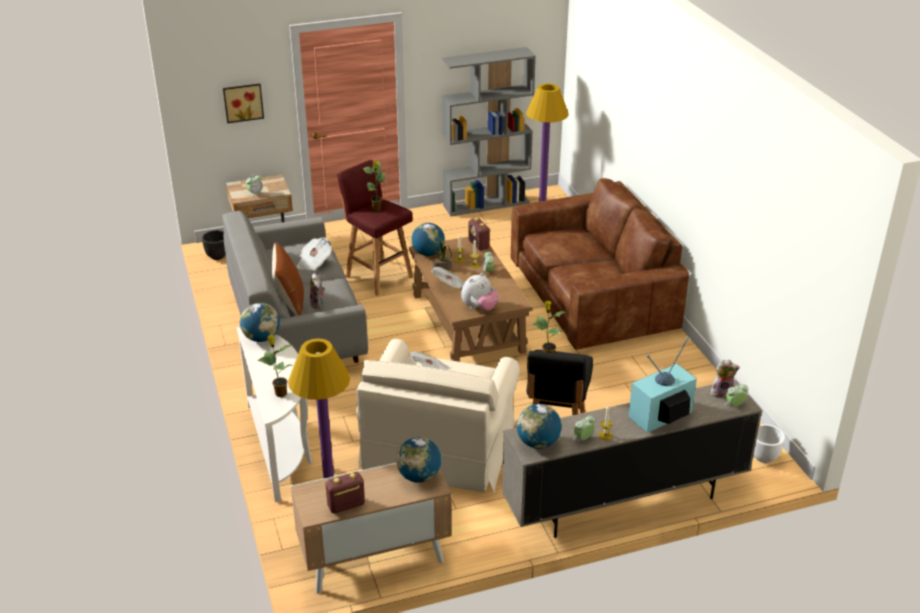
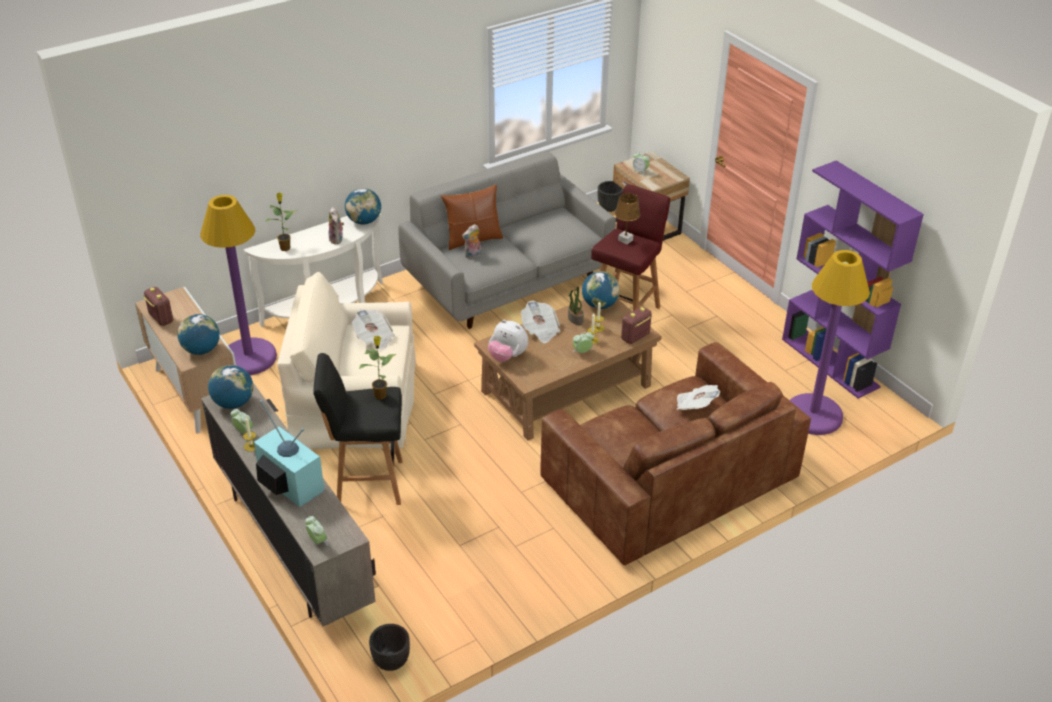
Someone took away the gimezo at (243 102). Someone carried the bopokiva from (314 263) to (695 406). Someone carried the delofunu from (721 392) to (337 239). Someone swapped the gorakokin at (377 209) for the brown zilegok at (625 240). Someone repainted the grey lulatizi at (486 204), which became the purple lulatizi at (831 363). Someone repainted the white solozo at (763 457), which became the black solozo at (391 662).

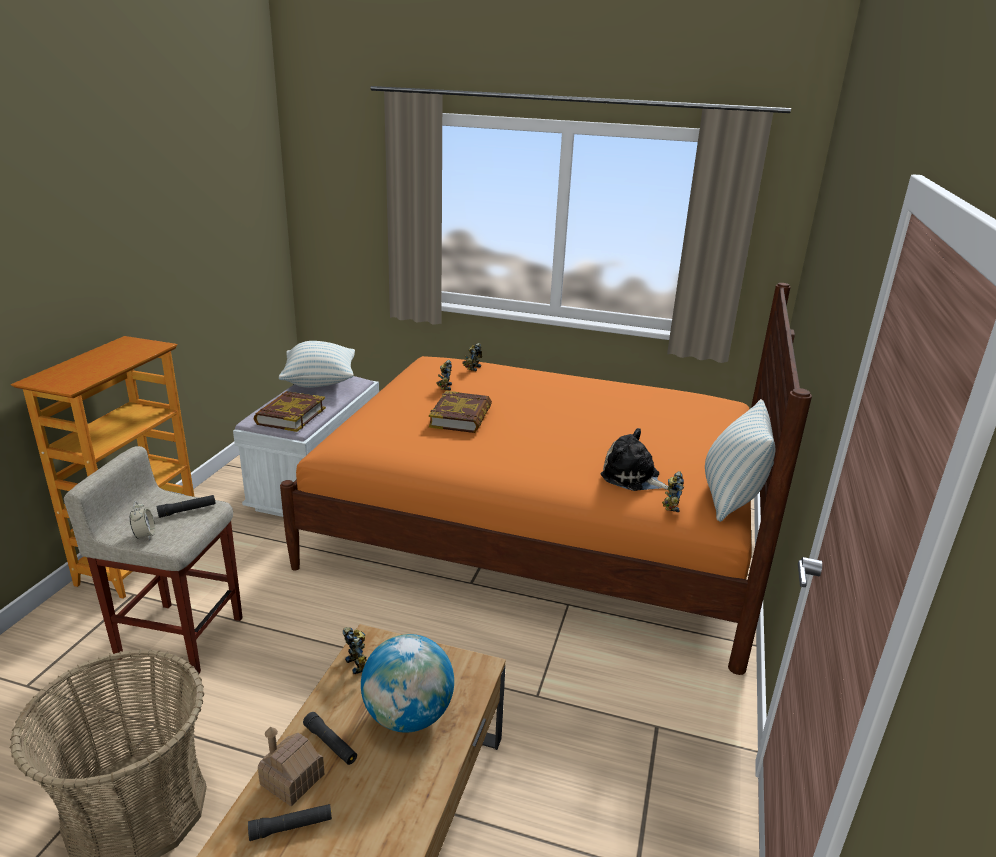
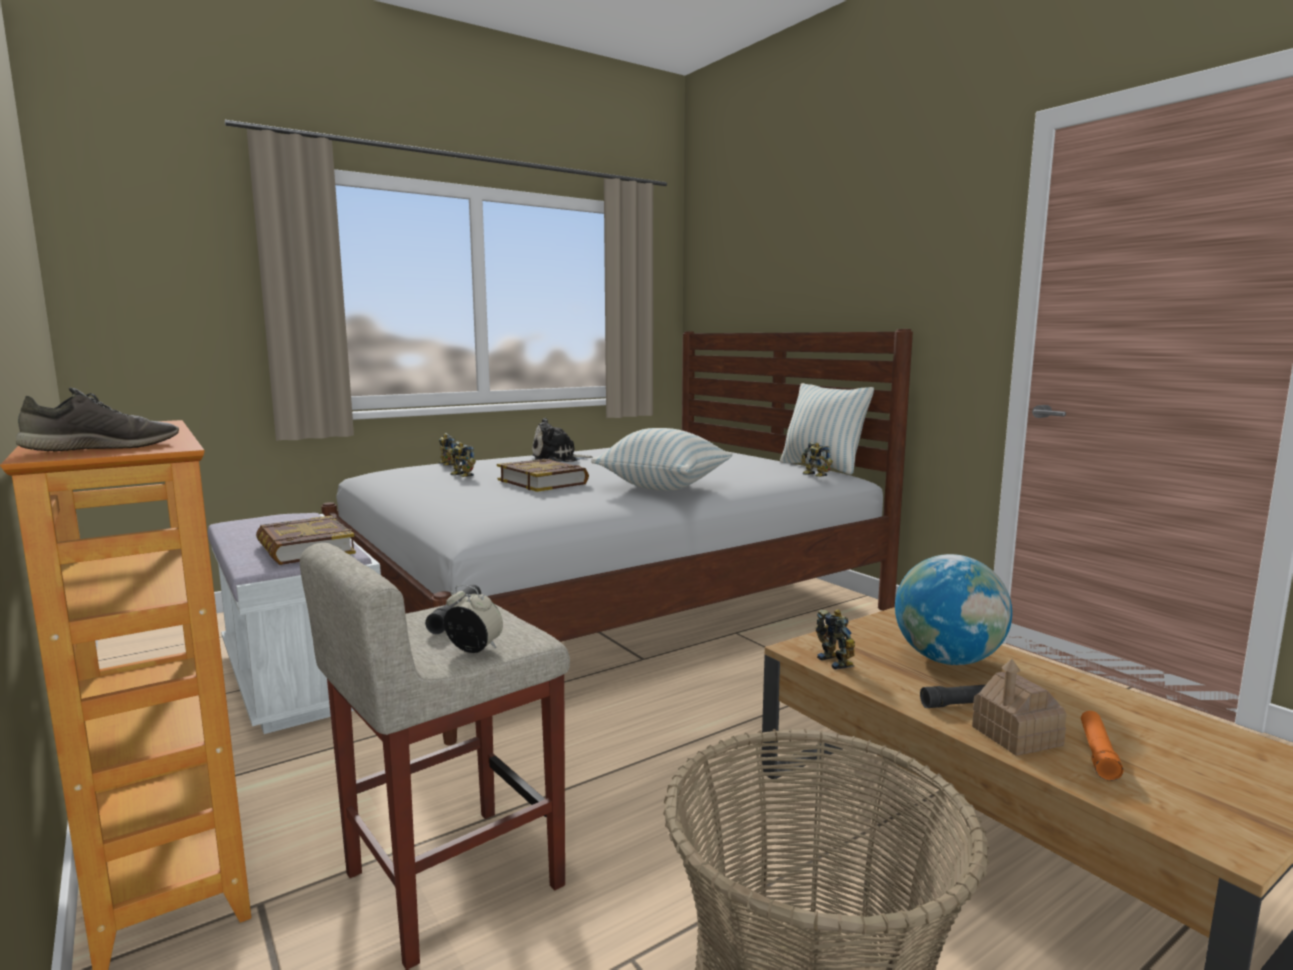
Someone put down the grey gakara at (103 448). Someone carried the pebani from (320 382) to (663 487). Someone carried the delofunu from (633 478) to (557 459). Someone repainted the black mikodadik at (291 827), which became the orange mikodadik at (1098 752). Someone repainted the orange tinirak at (539 527), which became the white tinirak at (608 606). Someone rotated the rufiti at (359 663) by 60 degrees clockwise.

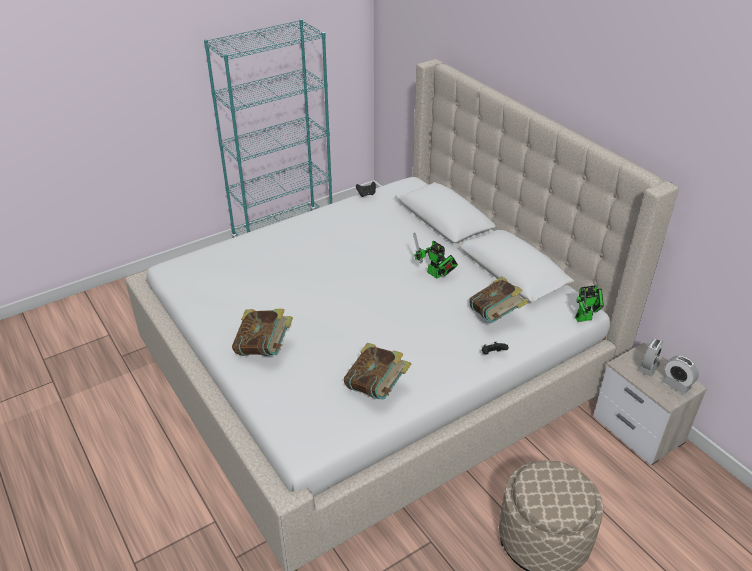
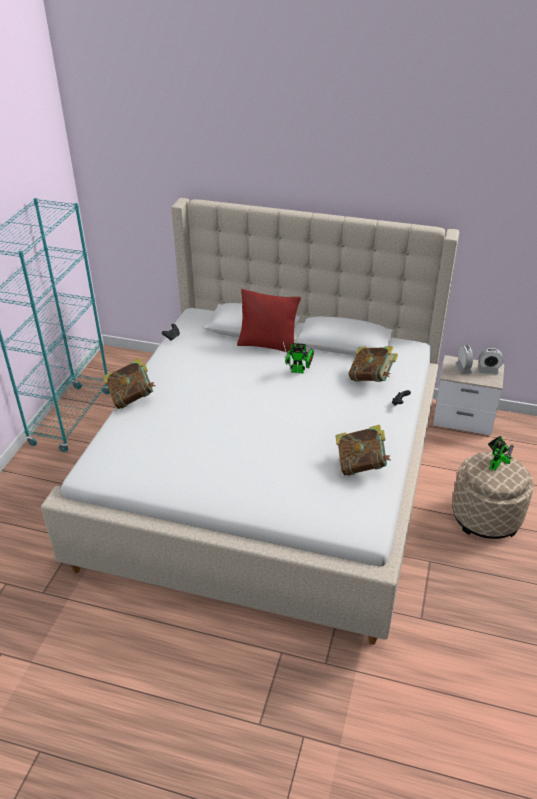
Someone put down the red pebani at (268 345). Someone carried the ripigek from (264 349) to (131 398). Someone carried the rufiti from (586 318) to (495 464).

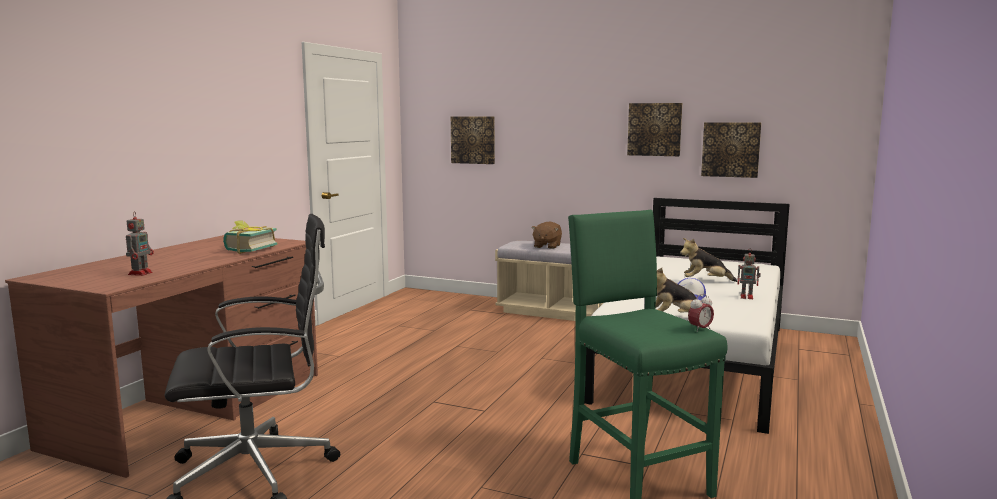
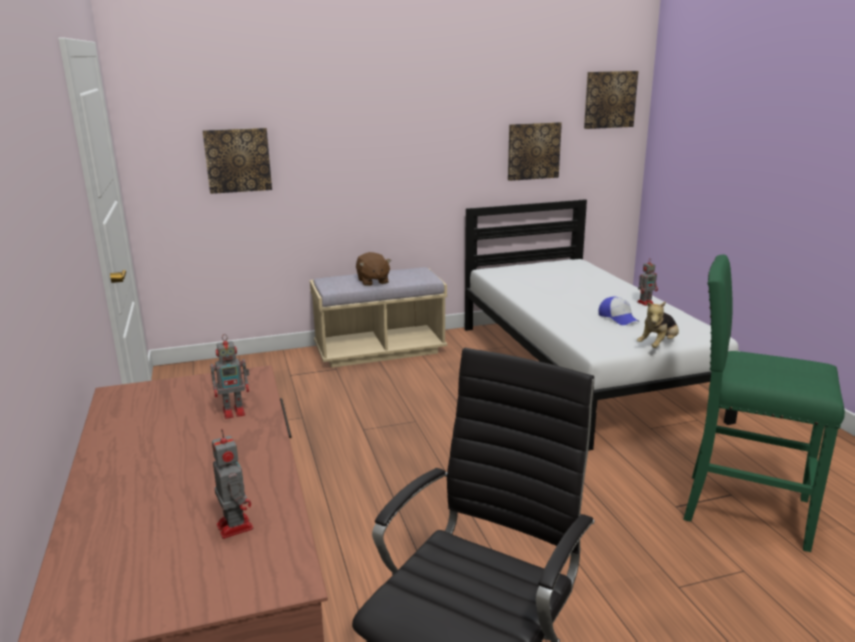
Someone took away the delofunu at (705 281). Someone took away the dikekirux at (700 329). Someone carried the gimezo from (654 129) to (609 99). Someone swapped the ripigek at (247 249) for the rufiti at (235 411).

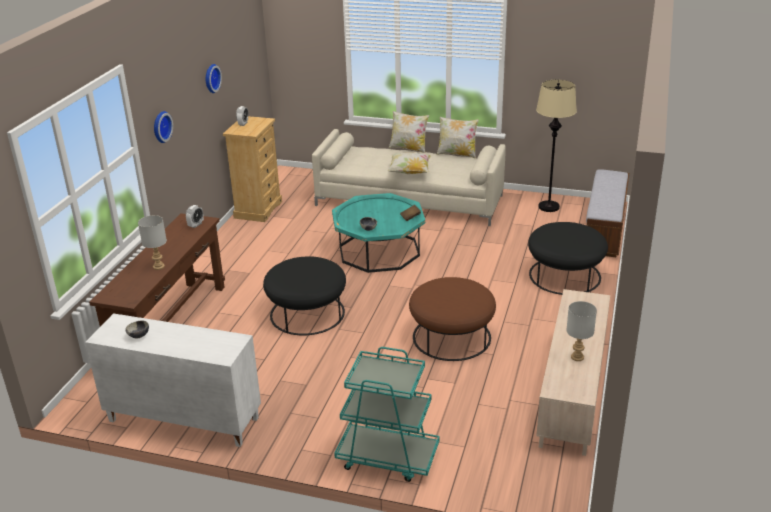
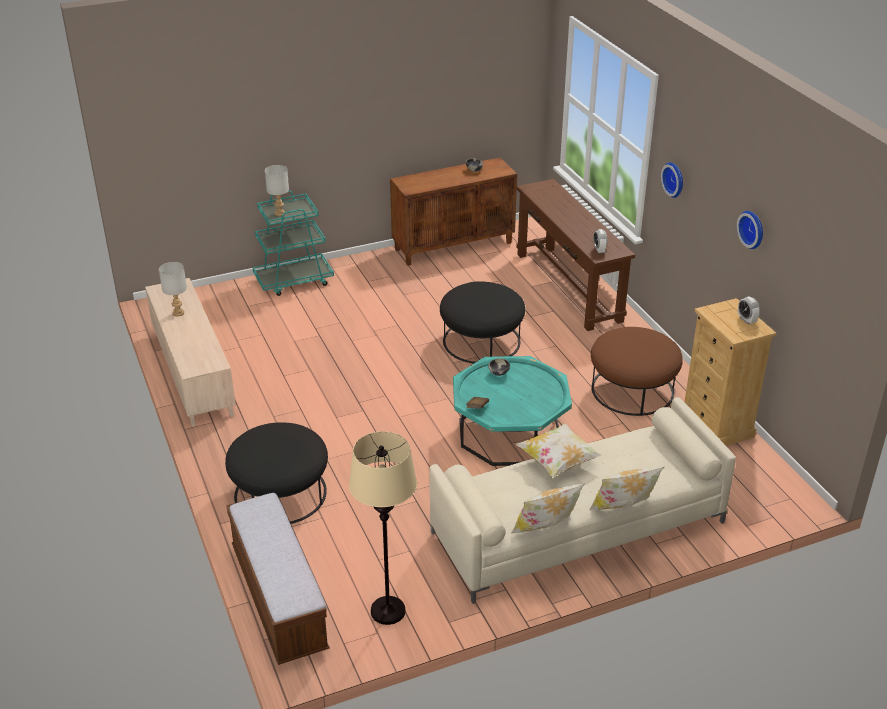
Someone carried the grey zilegok from (158 267) to (280 213). Someone carried the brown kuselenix from (451 337) to (632 390). Someone repainted the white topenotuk at (182 420), which became the brown topenotuk at (453 245).

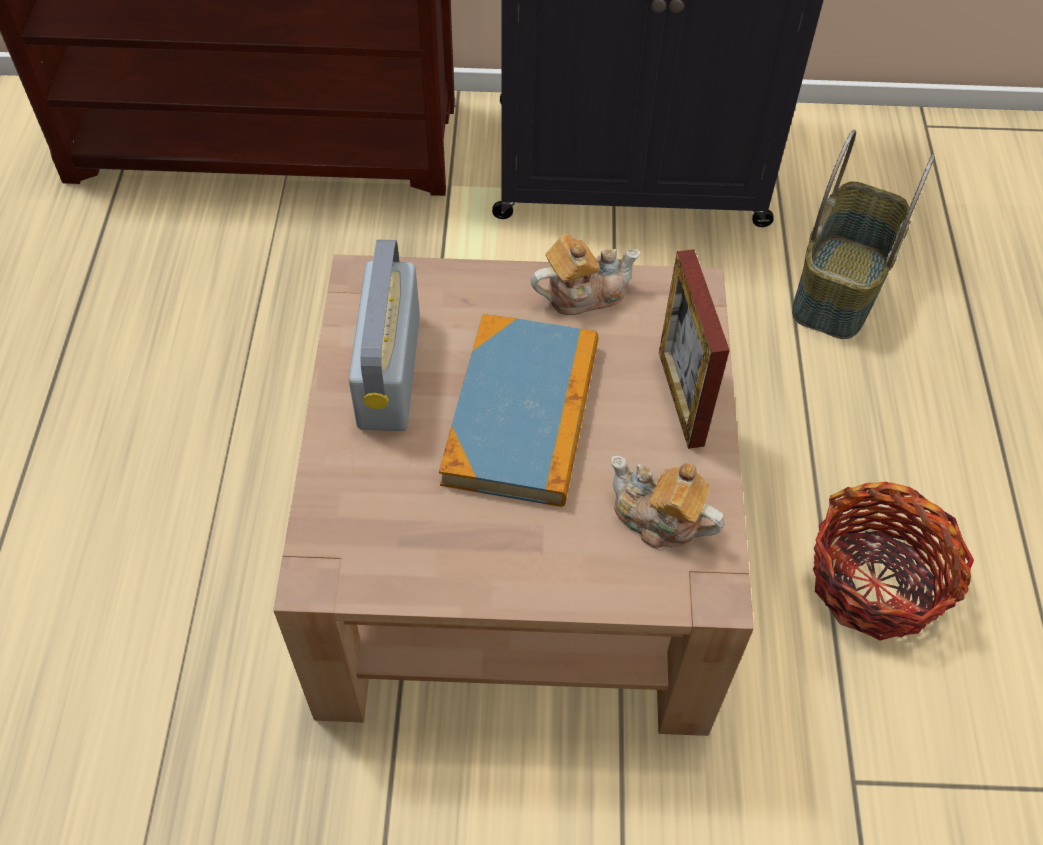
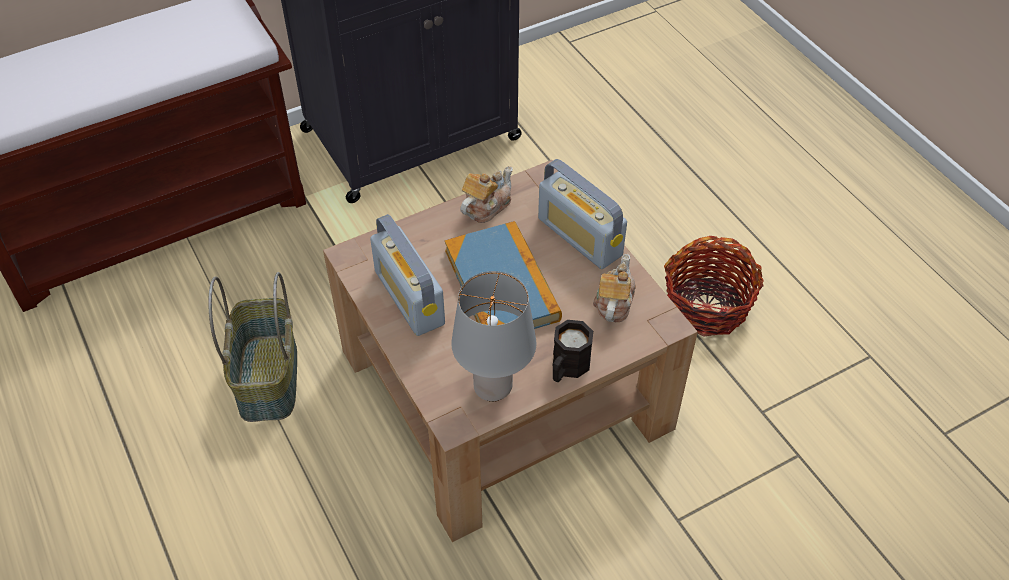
Someone put down the grey zilegok at (493 387). Someone put down the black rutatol at (567 368). Someone carried the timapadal from (841 289) to (270 379). Someone swapped the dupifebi at (680 398) for the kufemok at (580 237). Someone rotated the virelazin at (658 519) by 105 degrees clockwise.

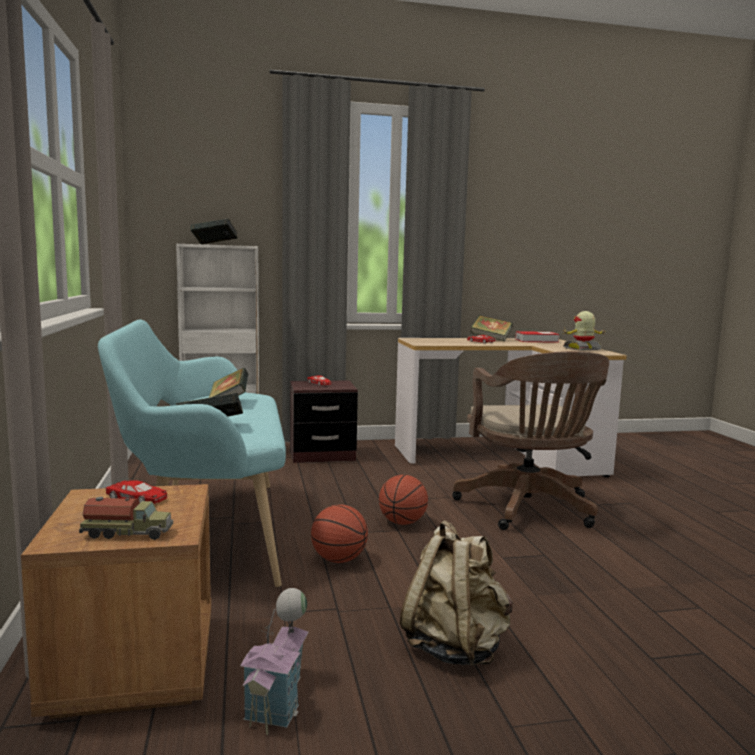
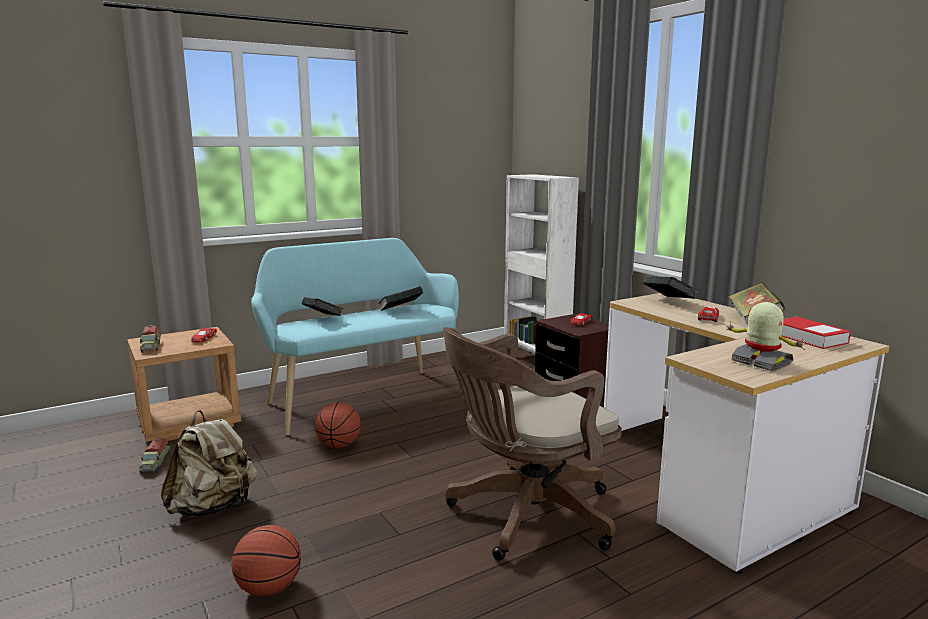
Someone carried the ripigek from (214 244) to (668 302). Someone carried the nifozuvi from (402 523) to (269 588). Someone swapped the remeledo at (279 699) for the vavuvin at (155 463).

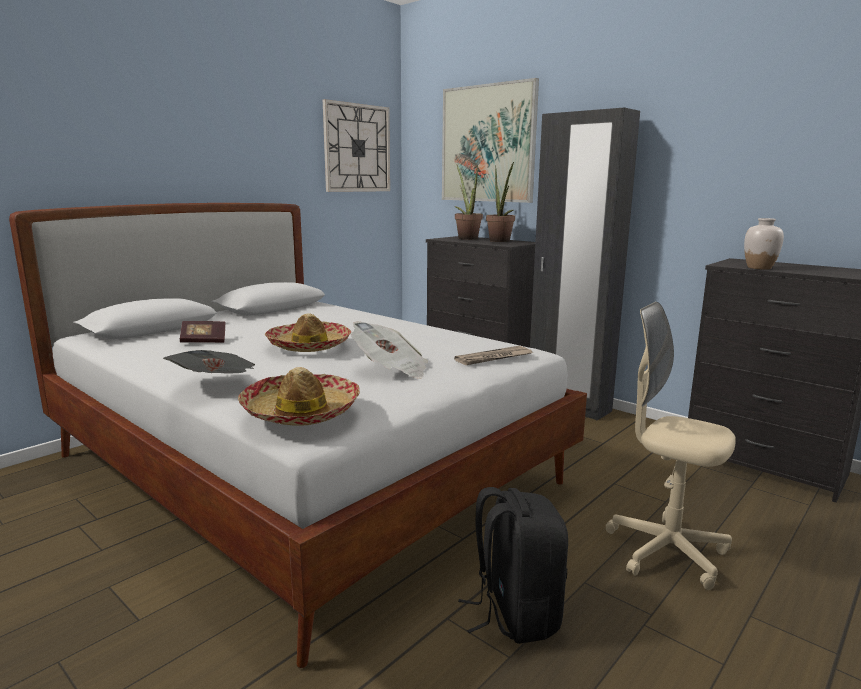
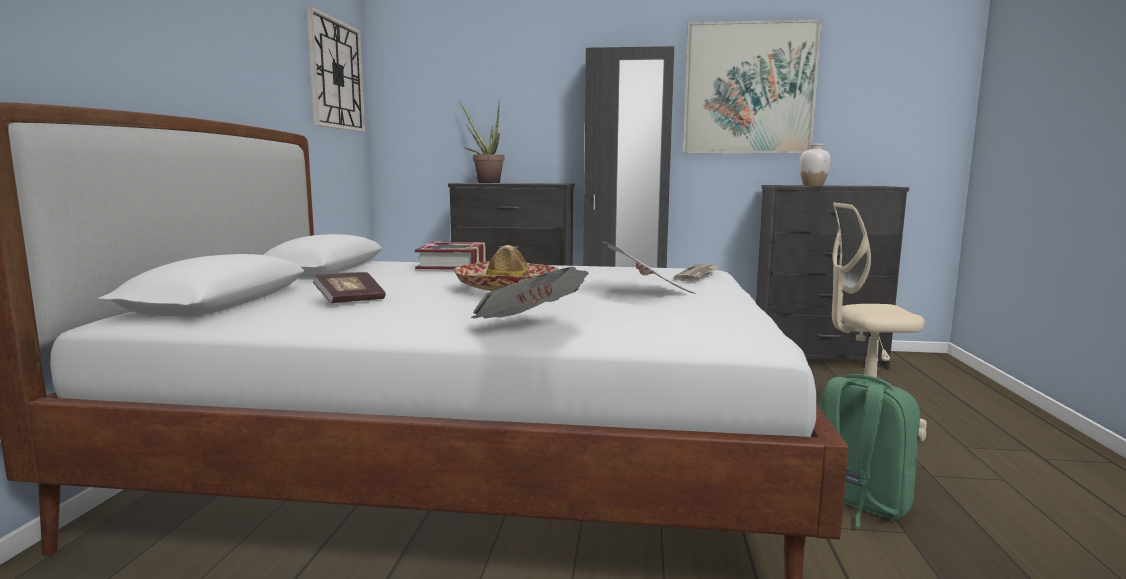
Someone took away the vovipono at (301 411). Someone took away the gorakokin at (501 241). Someone put down the ripigek at (453 264). Someone carried the gimezo from (488 144) to (749 89). Someone repainted the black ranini at (514 613), which became the green ranini at (855 502).

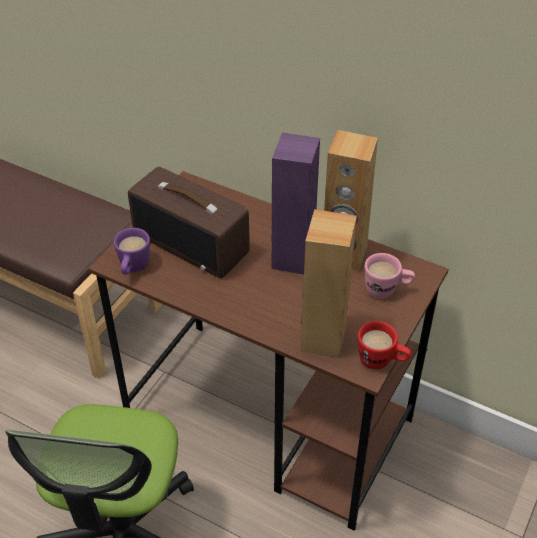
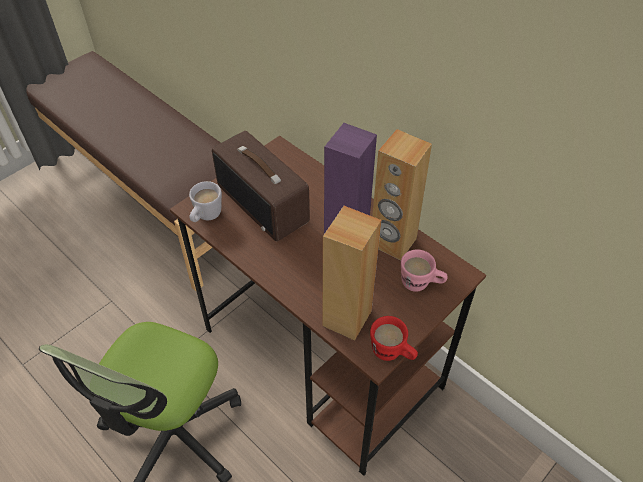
Someone repainted the purple rutatol at (133 268), which became the white rutatol at (206 217).

